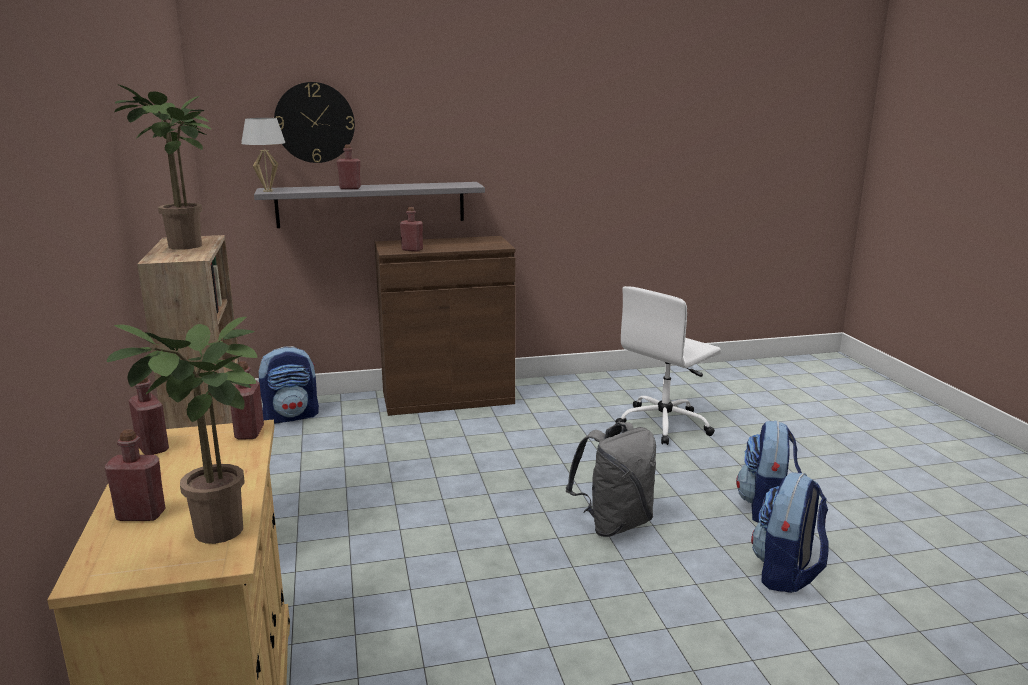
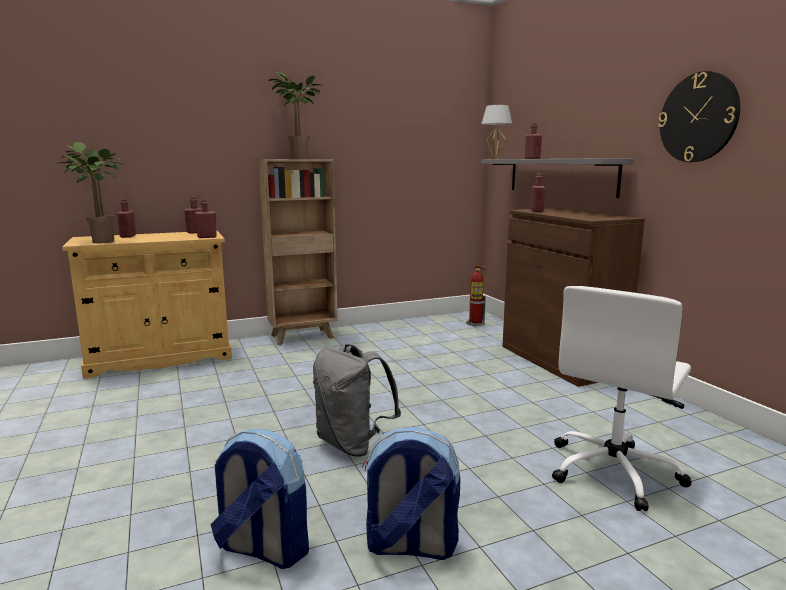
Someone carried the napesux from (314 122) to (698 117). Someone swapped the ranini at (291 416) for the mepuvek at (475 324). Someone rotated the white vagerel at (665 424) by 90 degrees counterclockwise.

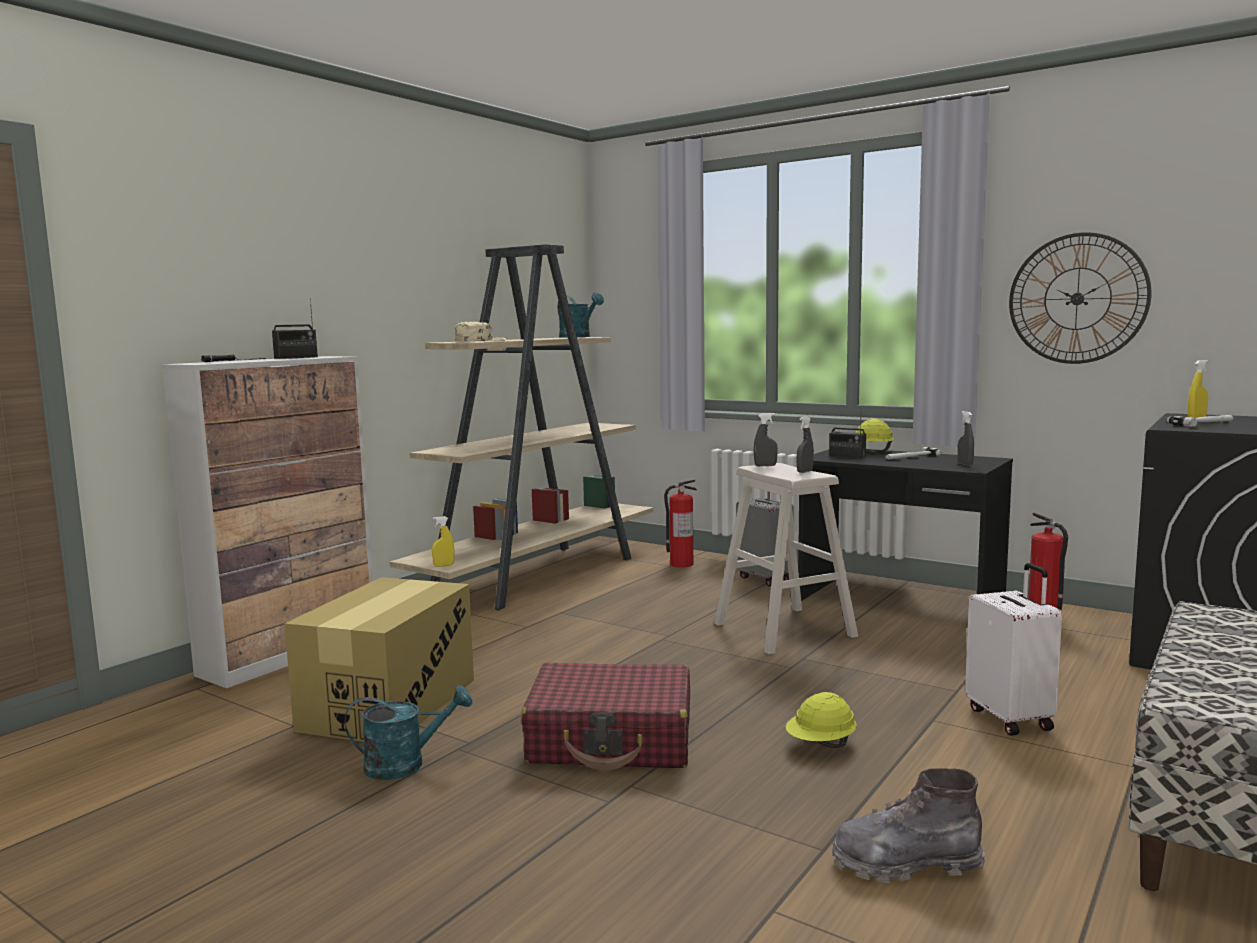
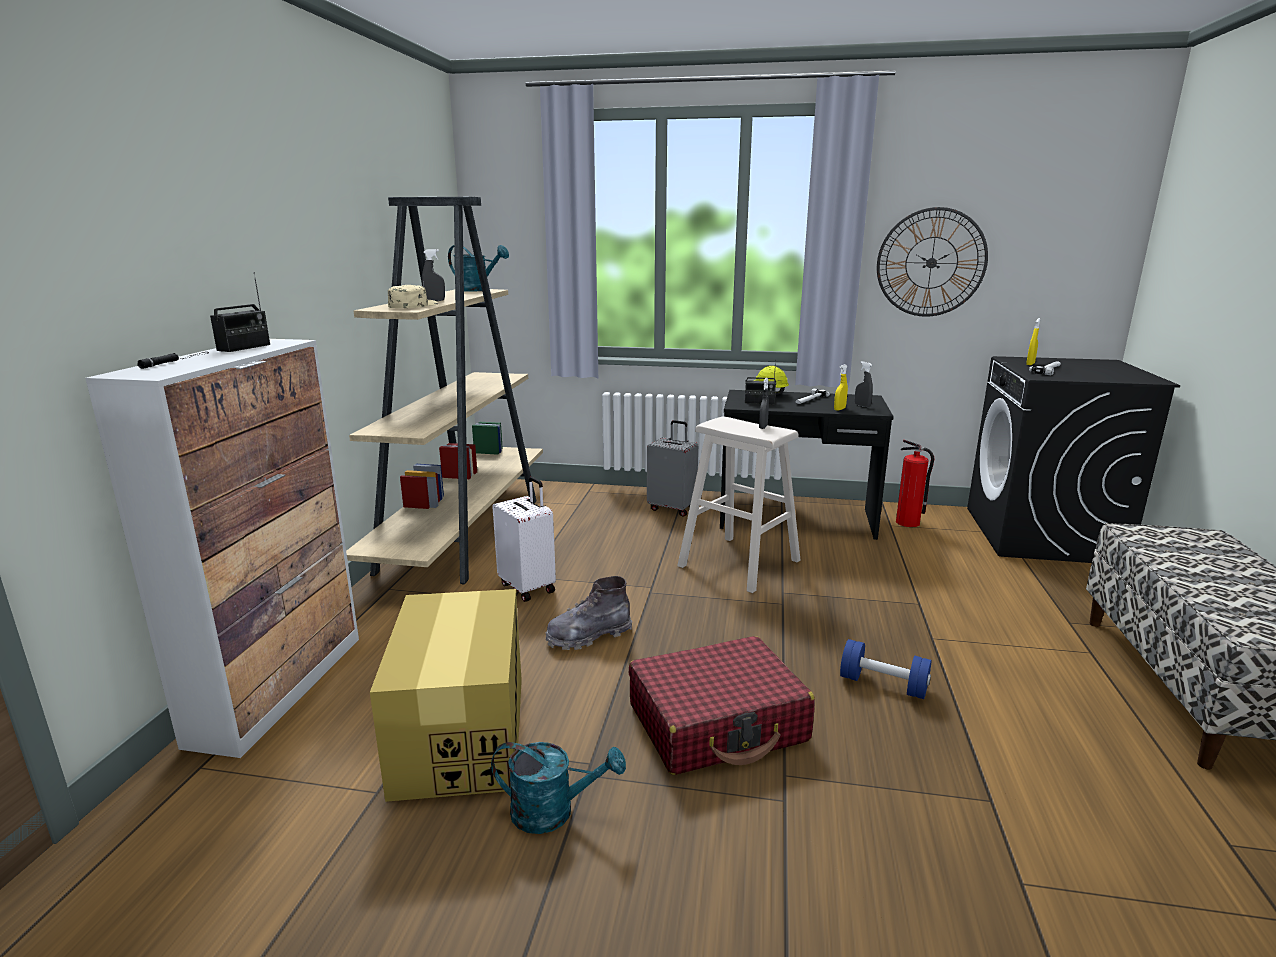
Someone took away the mepuvek at (681 564). Someone carried the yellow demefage from (443 565) to (839 409). Someone carried the grey demefage from (765 466) to (434 301). Someone carried the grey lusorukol from (905 863) to (588 636). Someone carried the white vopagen from (1011 718) to (528 587). Someone swapped the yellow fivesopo at (821 745) for the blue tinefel at (883 685). Someone rotated the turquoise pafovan at (406 764) by 45 degrees clockwise.

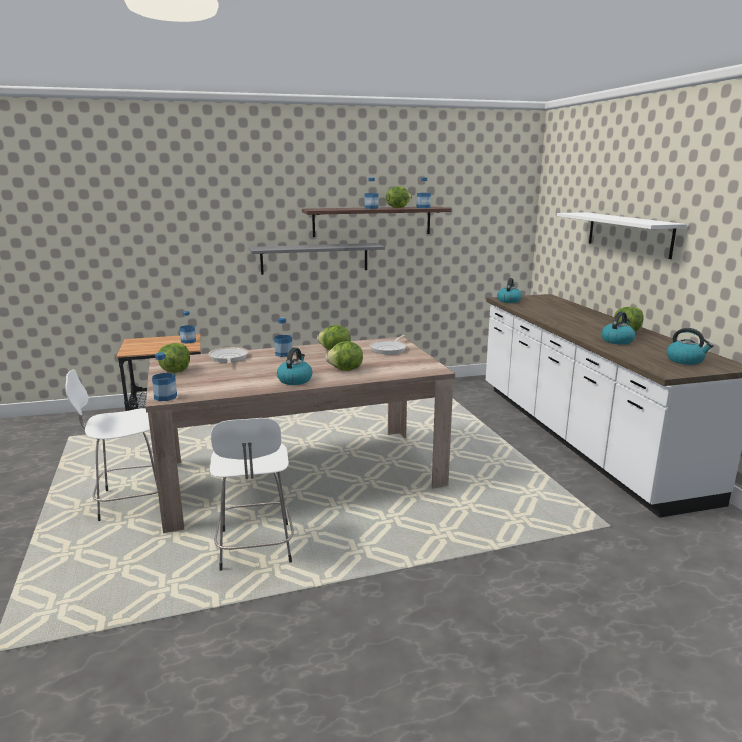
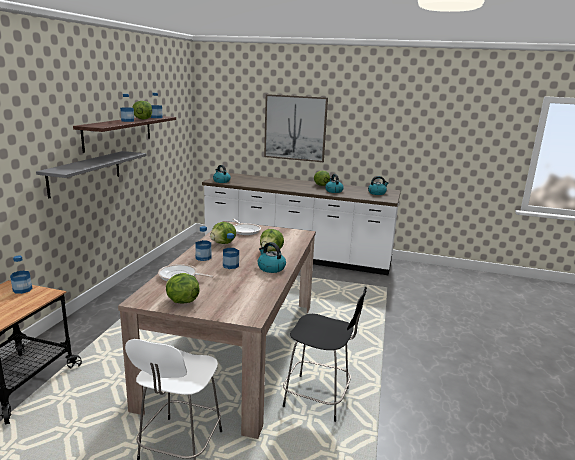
Someone carried the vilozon from (165 397) to (230 265). Someone swapped the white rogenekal at (628 234) for the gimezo at (295 128). Someone repainted the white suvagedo at (255 549), which became the black suvagedo at (319 399).

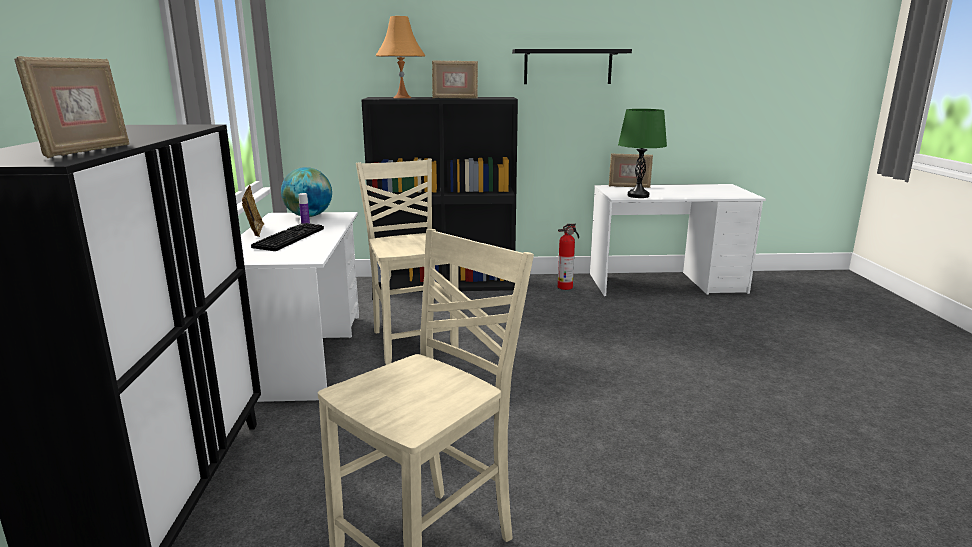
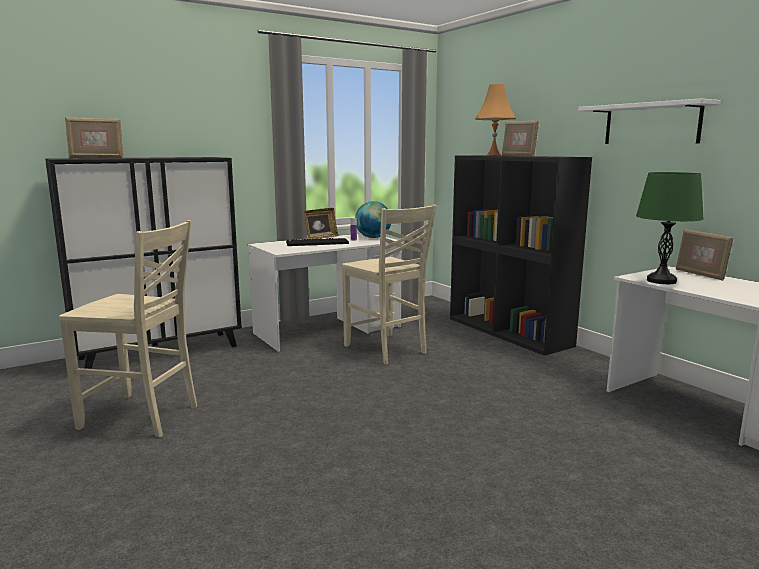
Someone took away the mepuvek at (566 287). Someone repainted the black rogenekal at (568 67), which became the white rogenekal at (651 124). Someone rotated the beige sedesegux at (412 341) by 105 degrees clockwise.

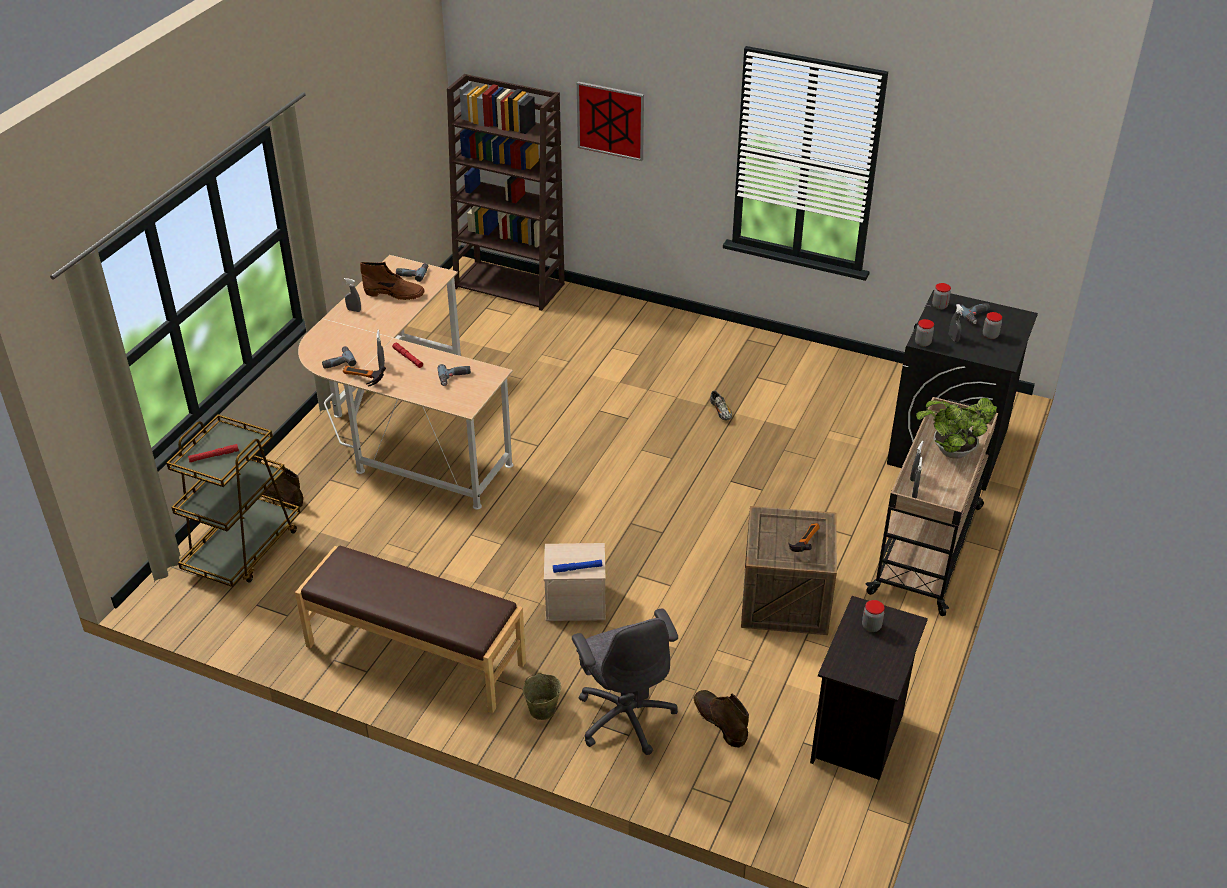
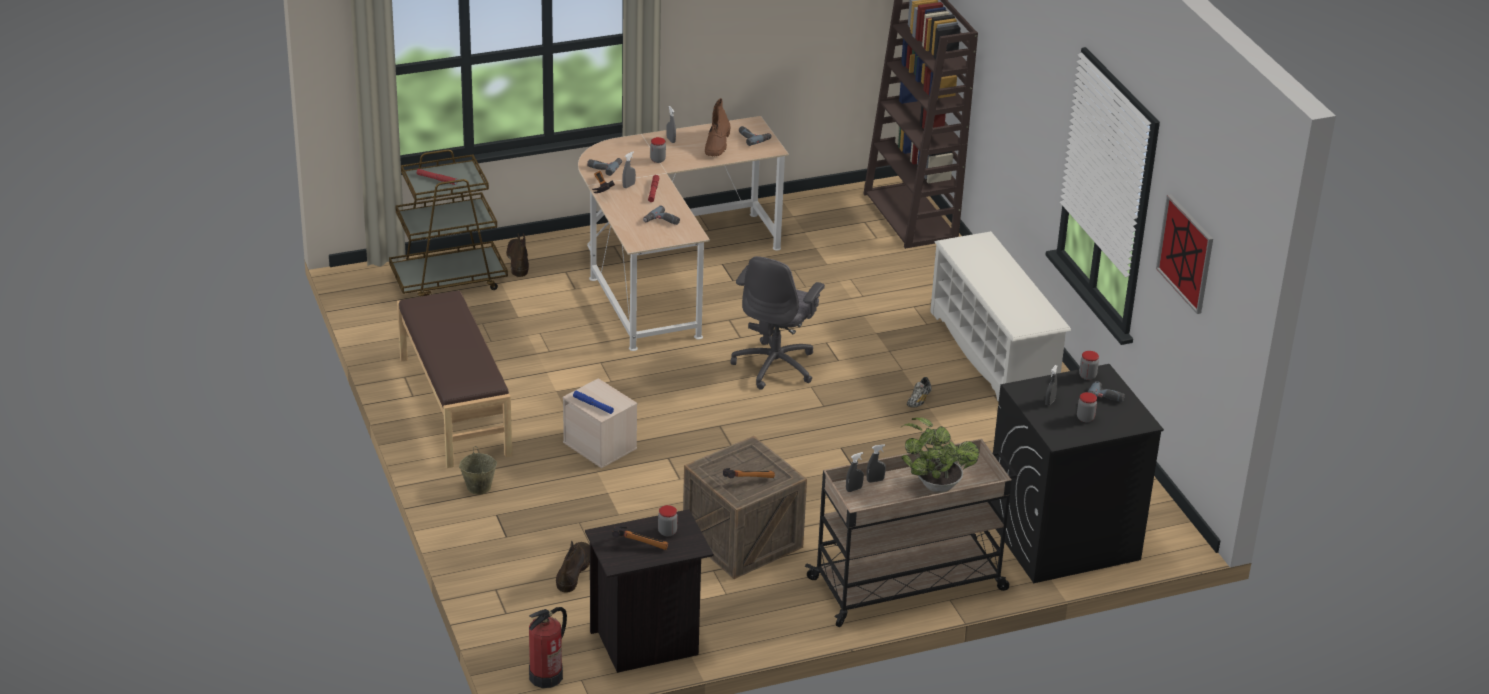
Someone put down the mepuvek at (546 676). Someone put down the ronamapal at (640 544). Someone put down the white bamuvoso at (993 354). Someone carried the grey vagerel from (625 716) to (775 365). Someone carried the gimezo from (610 120) to (1186 253). Someone carried the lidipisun from (922 343) to (657 160). Someone rotated the brown lusorukol at (395 294) by 45 degrees clockwise.

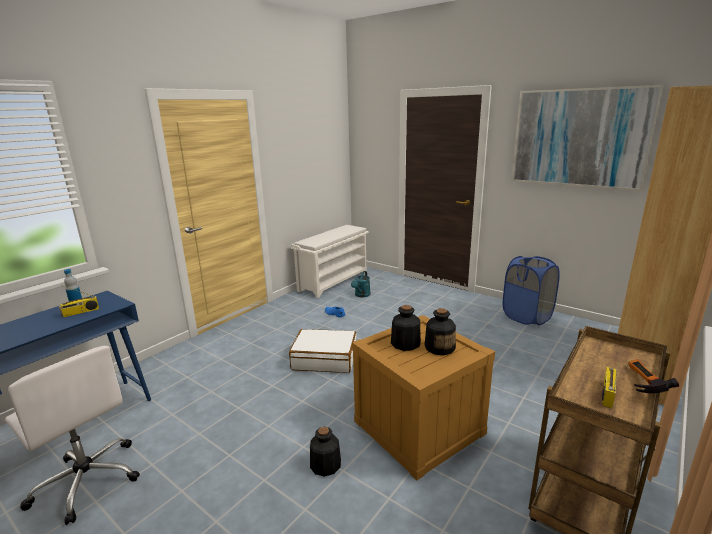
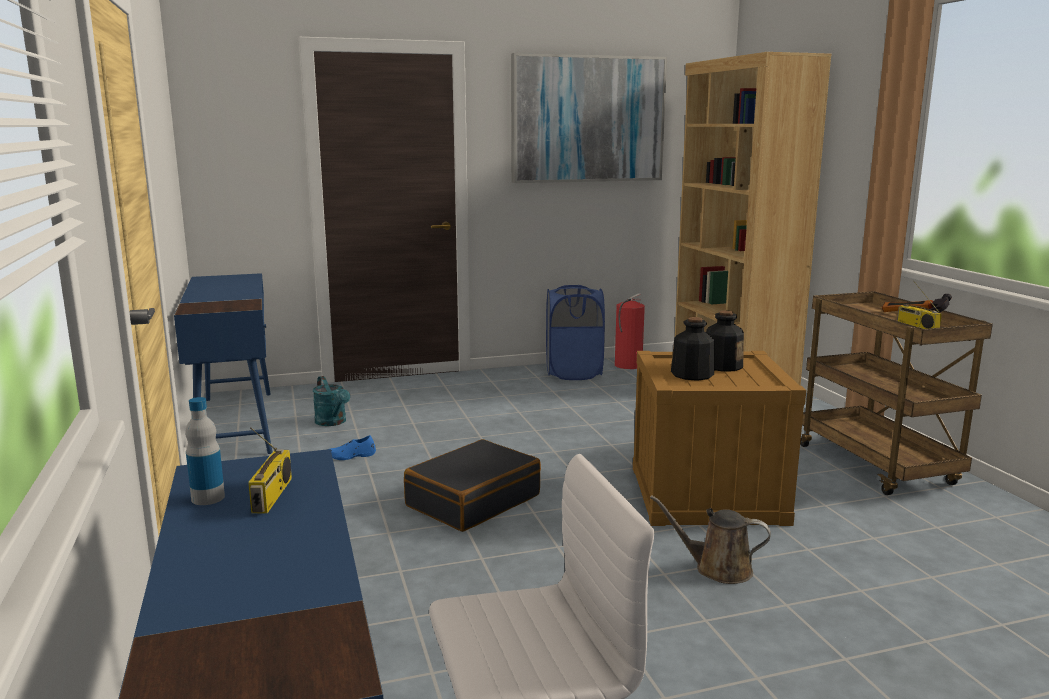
Someone put down the mepuvek at (627 365). Someone swapped the white bamuvoso at (333 281) for the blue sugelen at (236 424). Someone swapped the vilozon at (325 465) for the brown pafovan at (717 569). Someone repainted the white vopagen at (325 359), which became the black vopagen at (473 500).

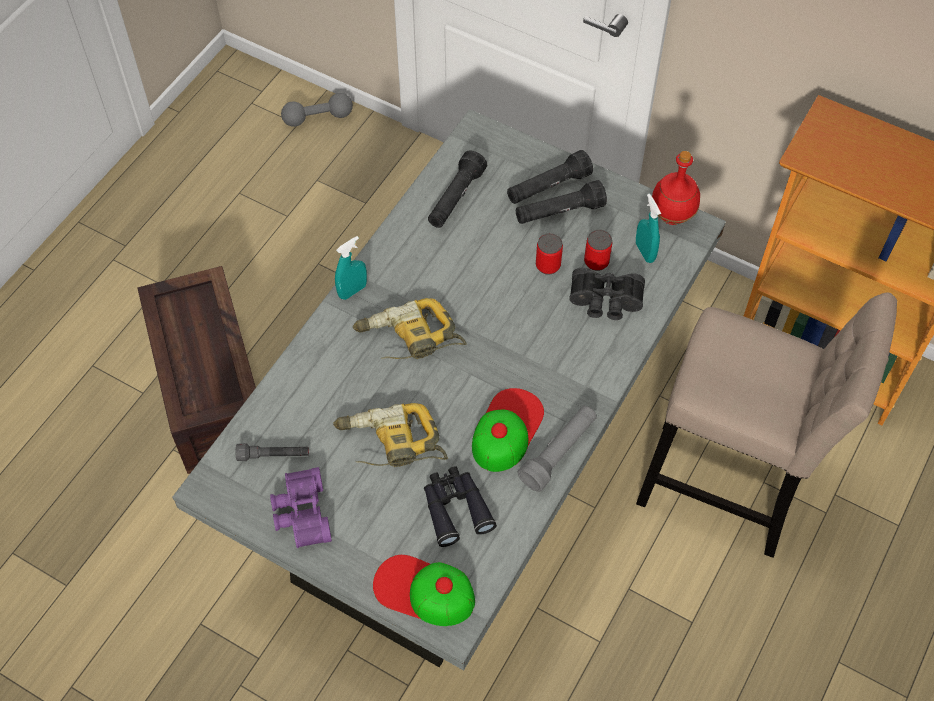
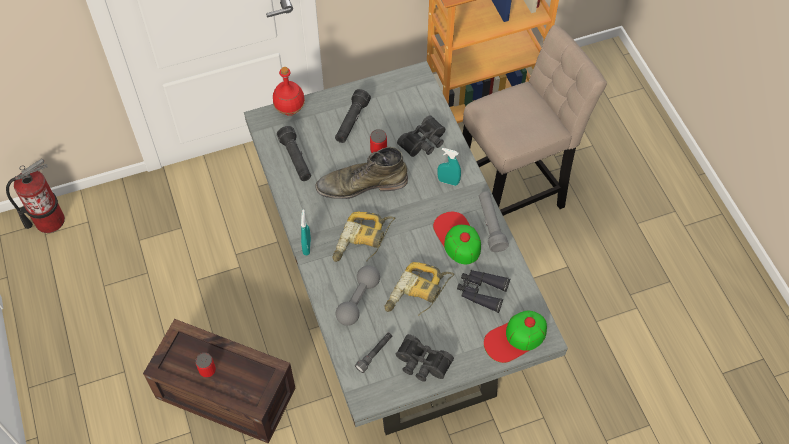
Someone took away the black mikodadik at (548 187). Someone put down the mepuvek at (49 220). Someone put down the green lusorukol at (361 184). Someone carried the grey tinefel from (318 118) to (358 300). Someone carried the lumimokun from (596 261) to (207 370). Someone carried the turquoise demefage from (645 252) to (448 181). Someone carried the red vilozon from (672 216) to (290 109). Someone repainted the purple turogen at (300 513), which became the black turogen at (421 364).

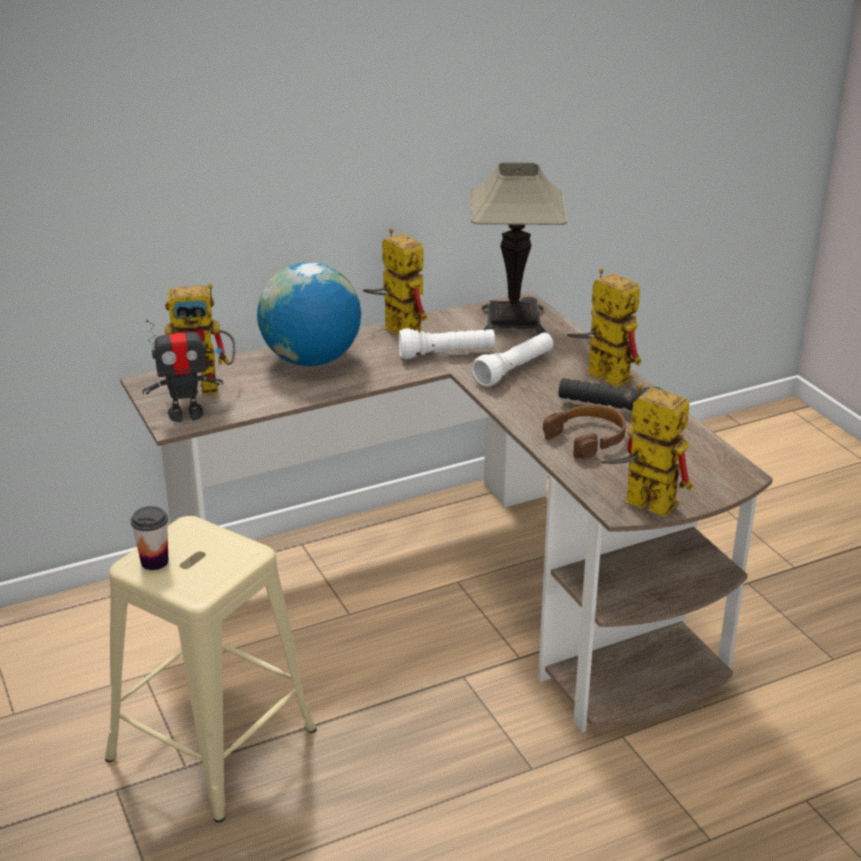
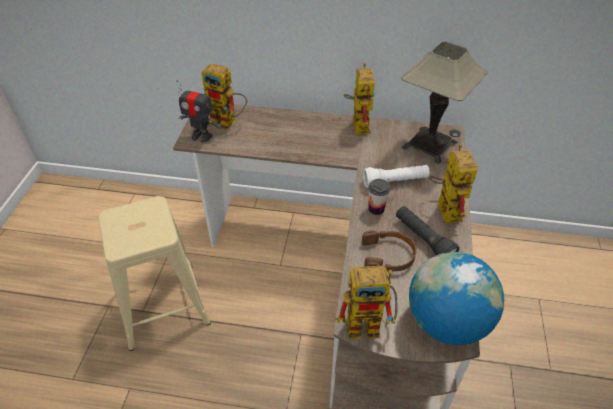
Someone took away the white mikodadik at (447 354). Someone carried the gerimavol from (154 562) to (376 209). Someone carried the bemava from (311 360) to (446 322). Someone rotated the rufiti at (639 502) by 105 degrees clockwise.

